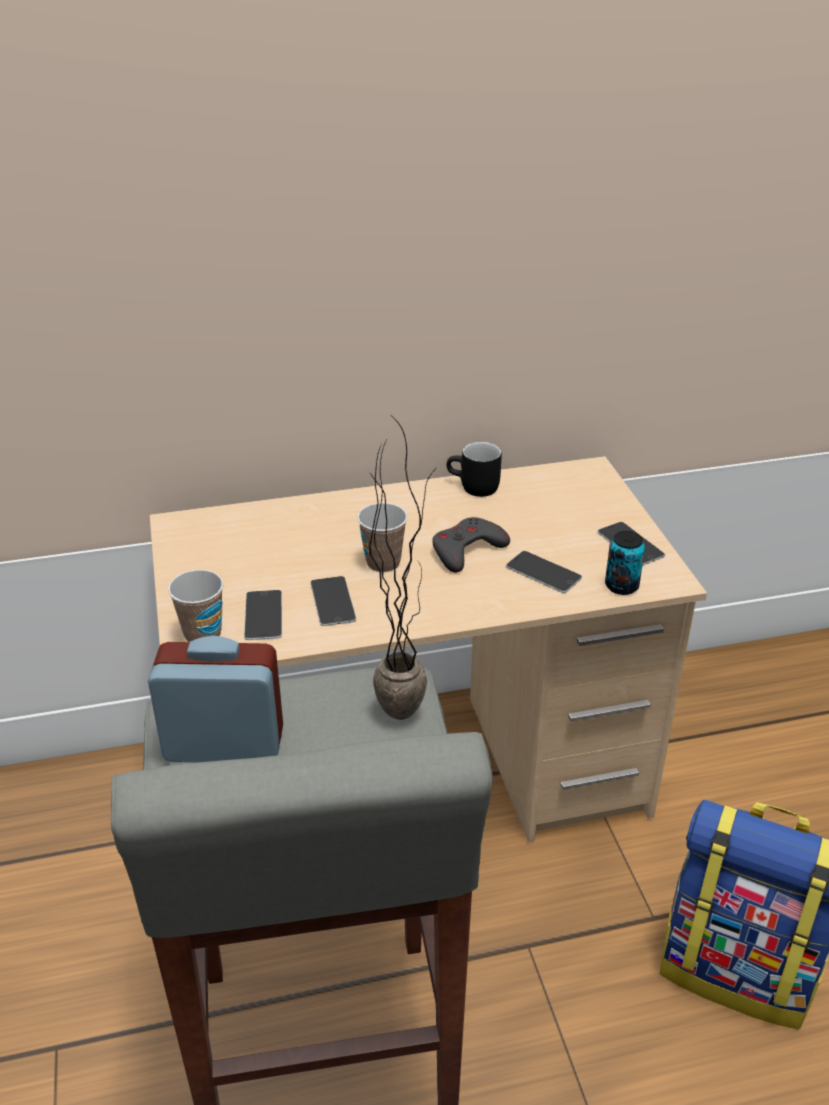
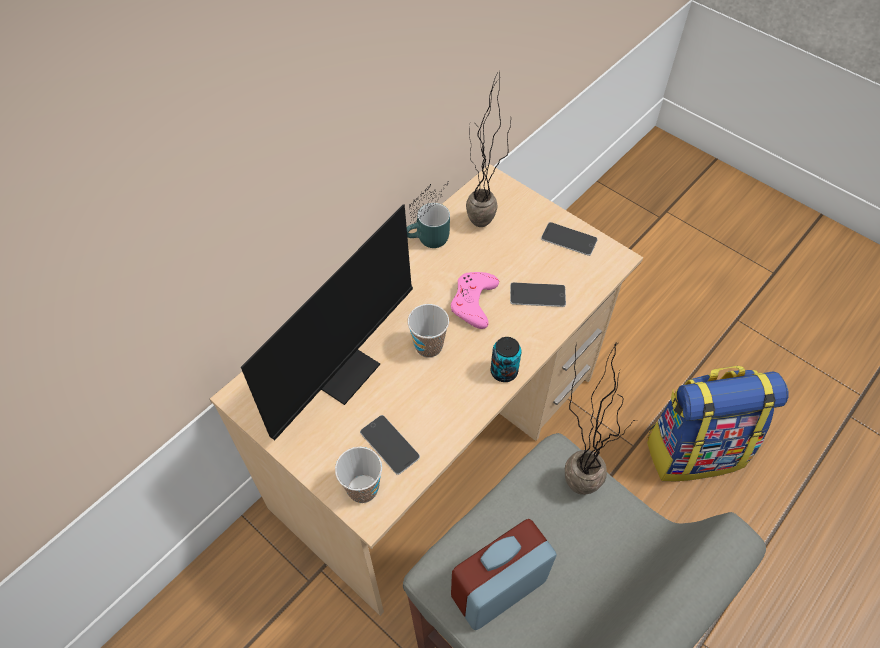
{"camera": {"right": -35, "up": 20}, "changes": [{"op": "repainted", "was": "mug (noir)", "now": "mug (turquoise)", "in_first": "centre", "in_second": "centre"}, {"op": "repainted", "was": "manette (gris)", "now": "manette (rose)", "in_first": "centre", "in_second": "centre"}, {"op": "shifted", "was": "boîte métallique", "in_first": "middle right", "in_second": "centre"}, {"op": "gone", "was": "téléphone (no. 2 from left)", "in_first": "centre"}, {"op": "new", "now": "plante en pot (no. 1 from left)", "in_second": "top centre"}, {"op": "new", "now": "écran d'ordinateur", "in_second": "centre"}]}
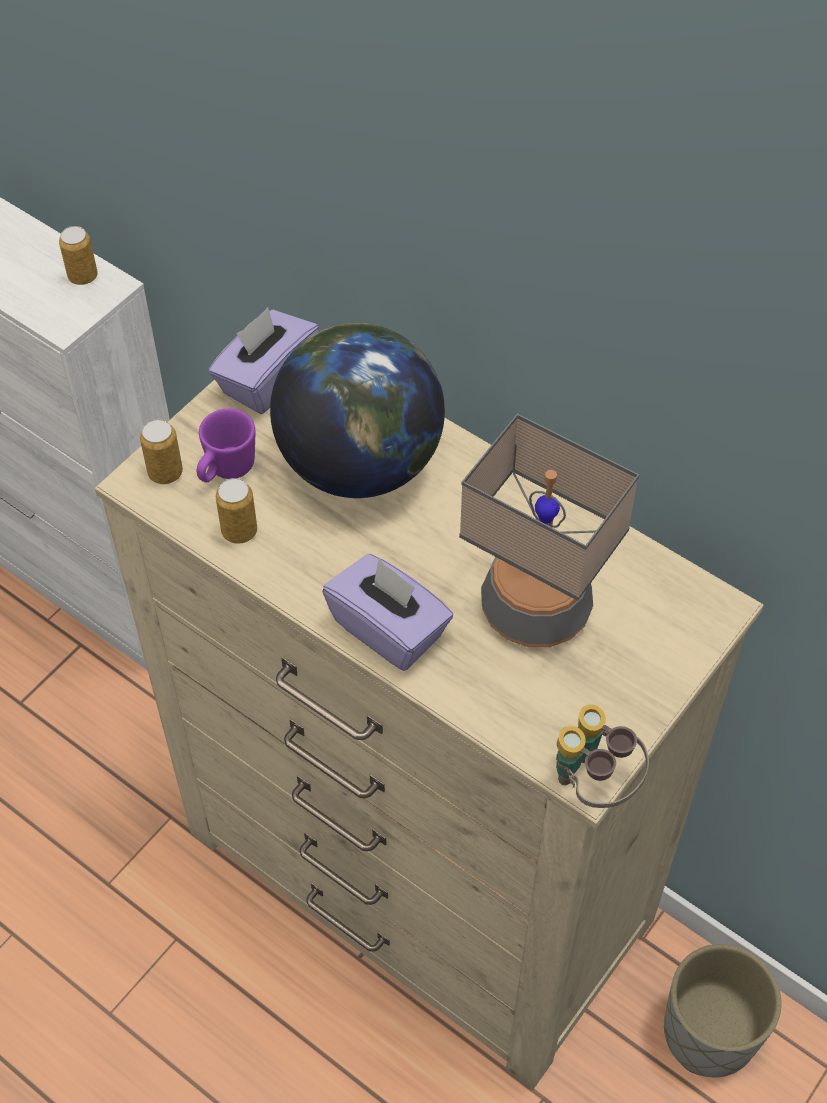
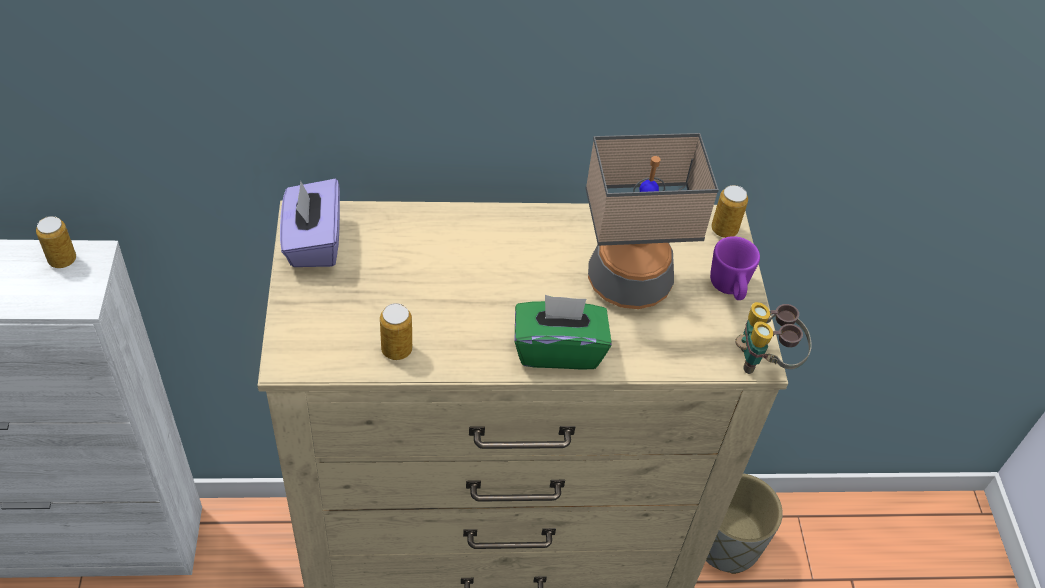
{"camera": {"right": -45, "up": -5}, "changes": [{"op": "gone", "was": "globe", "in_first": "centre"}, {"op": "shifted", "was": "mug (violet)", "in_first": "middle left", "in_second": "middle right"}, {"op": "shifted", "was": "boîte métallique (no. 2 from left in the first image)", "now": "boîte métallique (no. 3 from left)", "in_first": "middle left", "in_second": "middle right"}, {"op": "repainted", "was": "boîte à mouchoirs (violet) (no. 2 from left)", "now": "boîte à mouchoirs (vert)", "in_first": "centre", "in_second": "centre"}]}
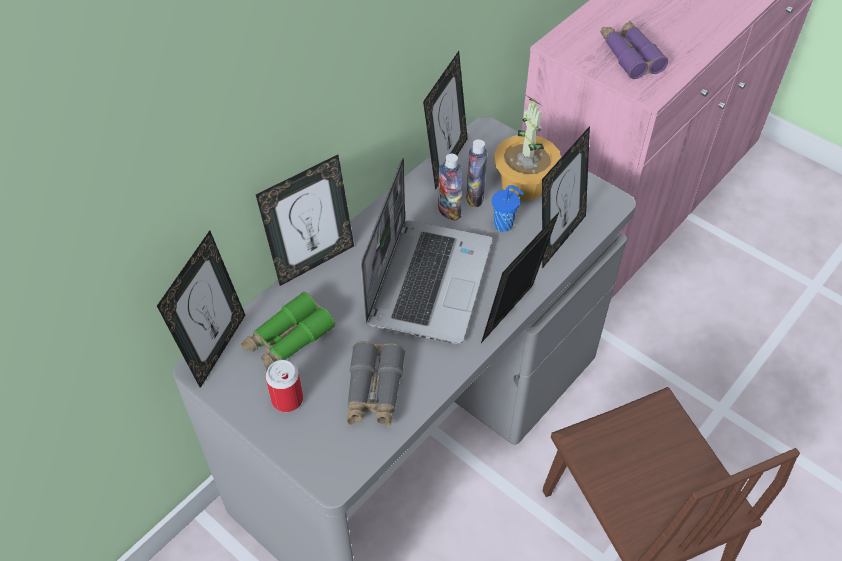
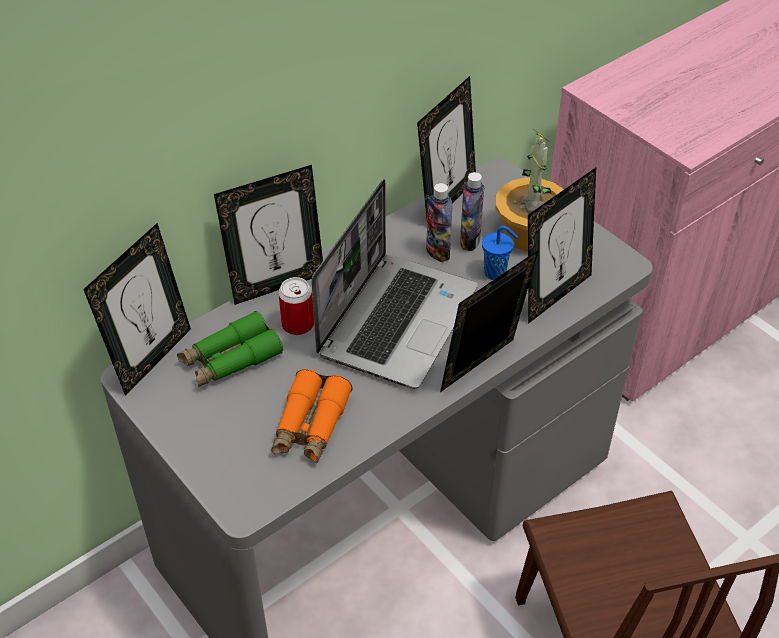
{"camera": {"right": 10, "up": -5}, "changes": [{"op": "gone", "was": "jumelles (violet)", "in_first": "top right"}, {"op": "repainted", "was": "jumelles (gris)", "now": "jumelles (orange)", "in_first": "bottom centre", "in_second": "centre"}, {"op": "shifted", "was": "boîte métallique", "in_first": "bottom centre", "in_second": "centre"}]}
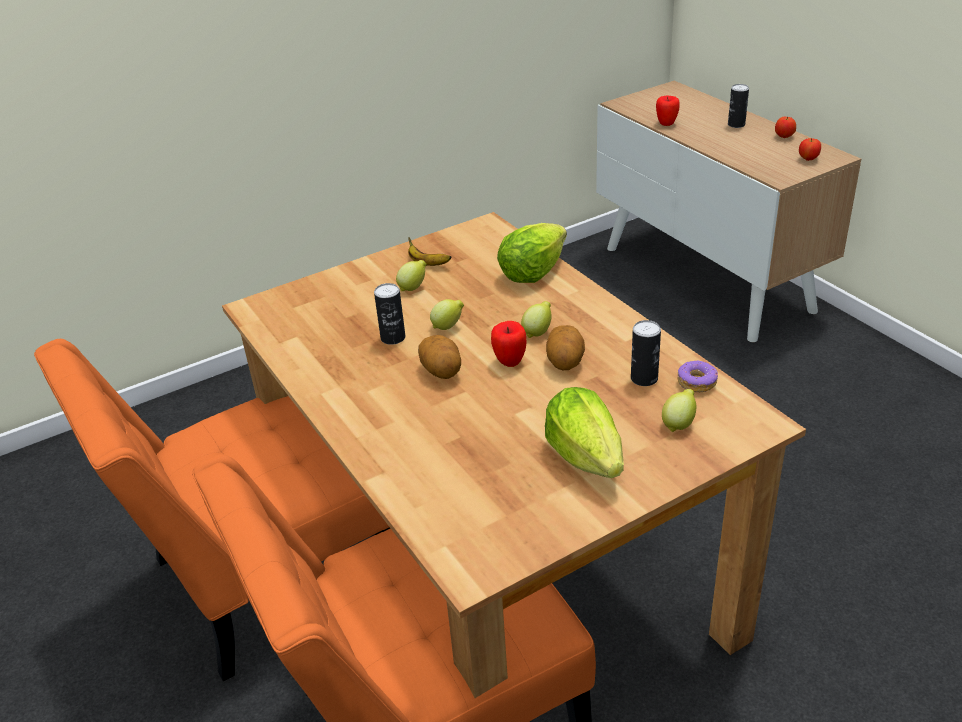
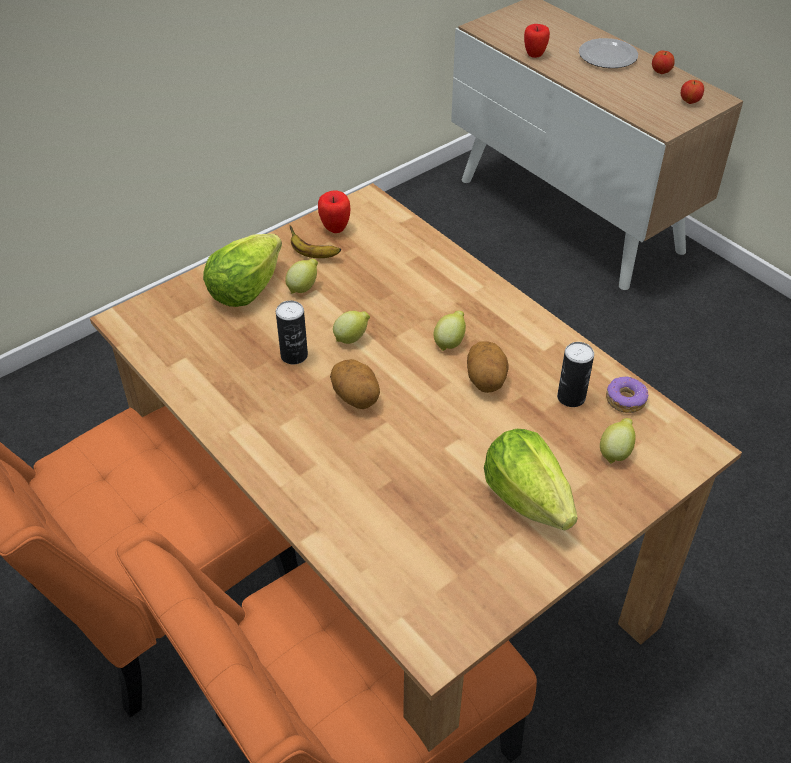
{"camera": {"right": -10, "up": 10}, "changes": [{"op": "swapped", "was": "boîte métallique (no. 3 from left)", "now": "assiette", "in_first": "top right", "in_second": "top right"}, {"op": "shifted", "was": "laitue (no. 1 from left)", "in_first": "centre", "in_second": "middle left"}, {"op": "shifted", "was": "pomme (no. 1 from left)", "in_first": "centre", "in_second": "top centre"}]}
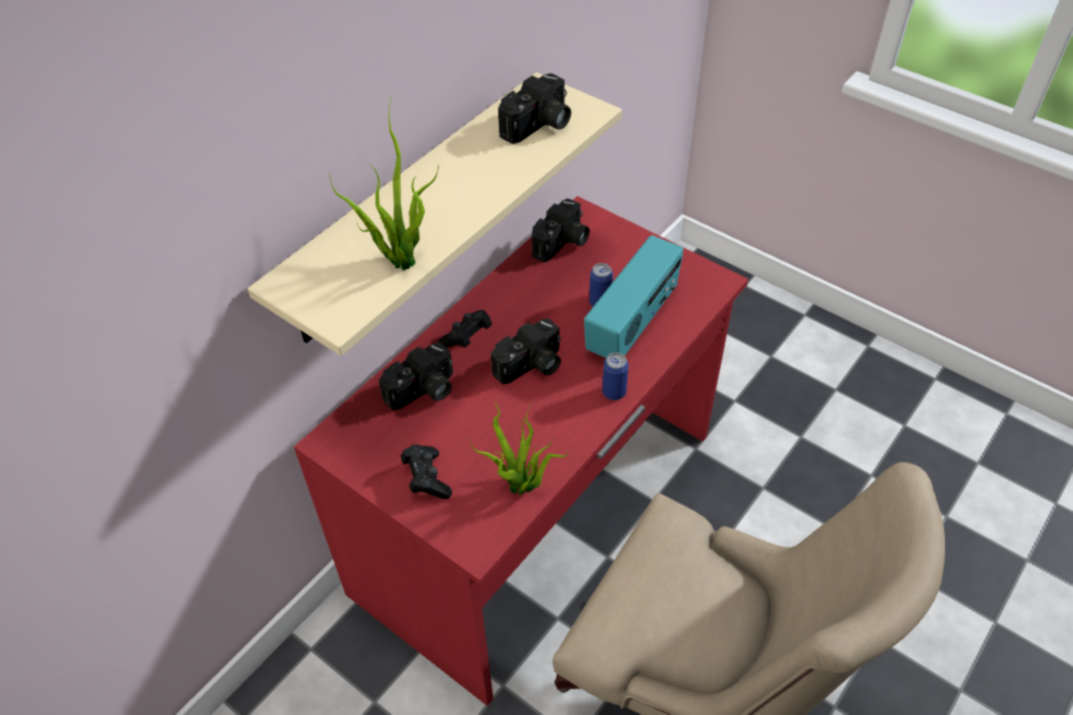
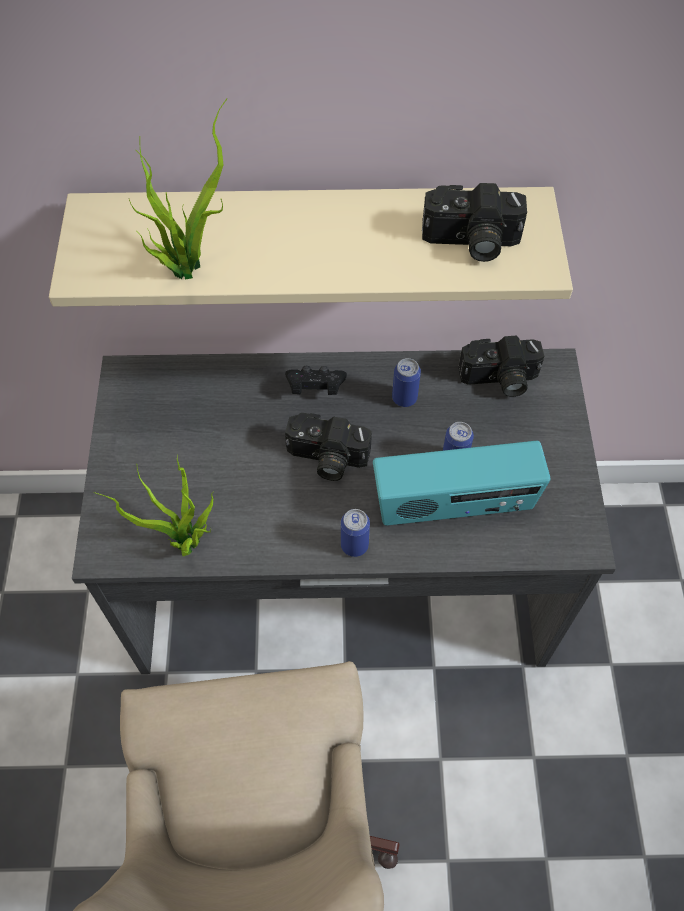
{"camera": {"right": 50, "up": 10}, "changes": [{"op": "repainted", "was": "bureau (rouge)", "now": "bureau (gris)", "in_first": "centre", "in_second": "centre"}, {"op": "gone", "was": "appareil photo (no. 1 from left)", "in_first": "centre"}, {"op": "gone", "was": "manette (noir) (no. 1 from left)", "in_first": "centre"}, {"op": "new", "now": "boîte métallique (no. 2 from left)", "in_second": "centre"}]}
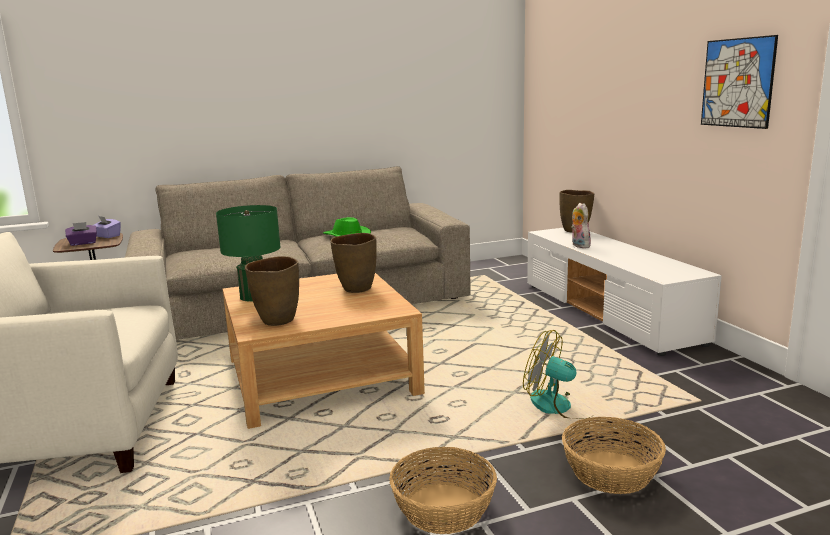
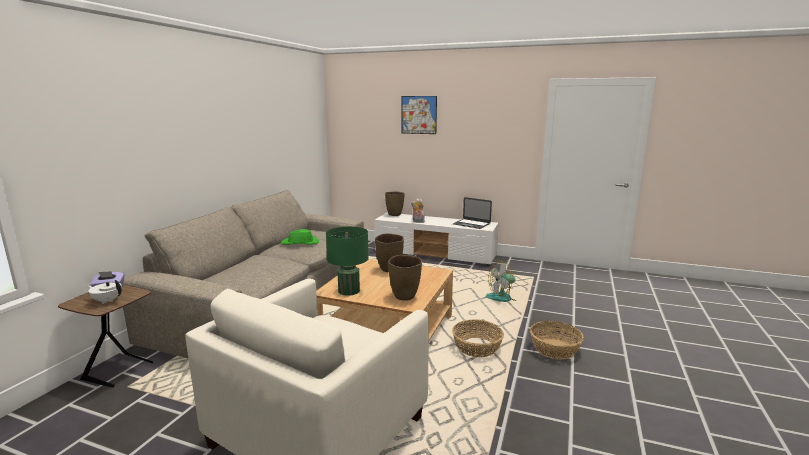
{"camera": {"right": -50, "up": 0}, "changes": [{"op": "shifted", "was": "tableau", "in_first": "top right", "in_second": "top centre"}, {"op": "swapped", "was": "boîte à mouchoirs (violet) (no. 1 from left)", "now": "théière (blanc)", "in_first": "middle left", "in_second": "middle left"}, {"op": "shifted", "was": "panier (no. 2 from left in the first image)", "now": "panier (no. 1 from left)", "in_first": "bottom right", "in_second": "bottom centre"}, {"op": "new", "now": "ordinateur portable", "in_second": "centre"}]}
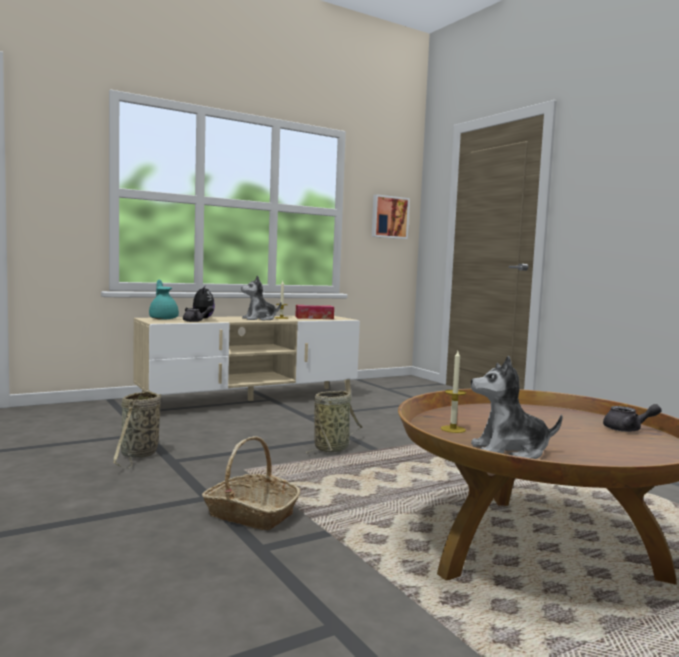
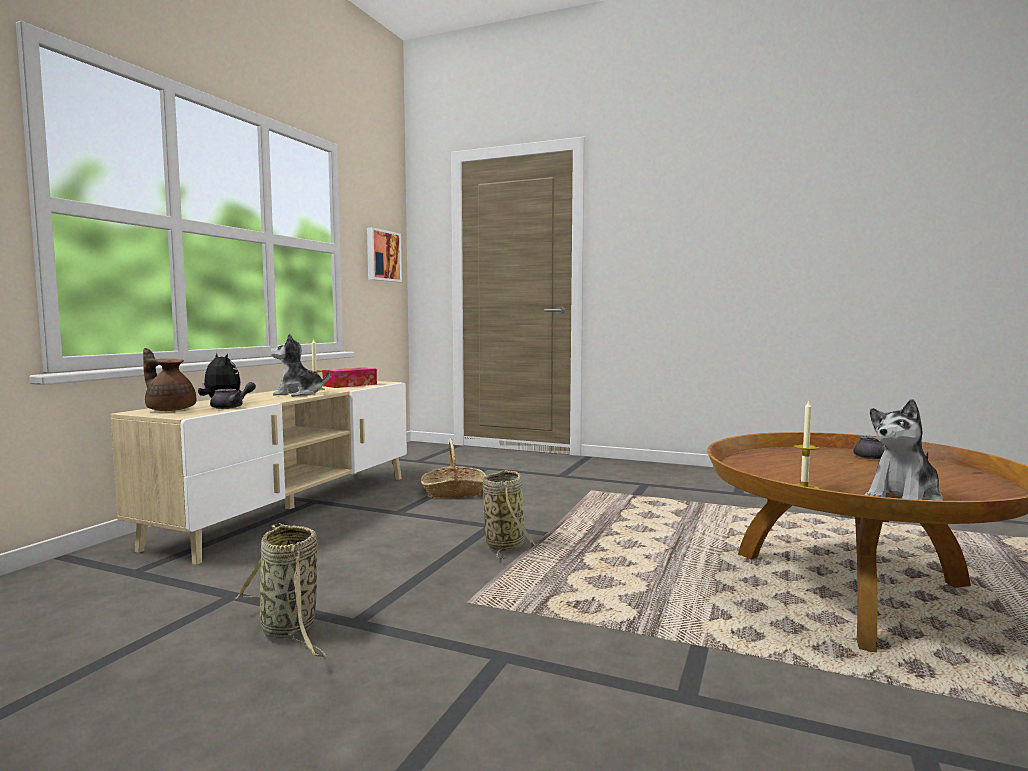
{"camera": {"right": -35, "up": 0}, "changes": [{"op": "rotated", "was": "peluche (no. 2 from left)", "in_first": "centre", "in_second": "middle left", "clockwise": 60}, {"op": "repainted", "was": "théière (turquoise)", "now": "théière (marron)", "in_first": "middle left", "in_second": "middle left"}, {"op": "shifted", "was": "panier (no. 2 from left)", "in_first": "bottom centre", "in_second": "centre"}]}
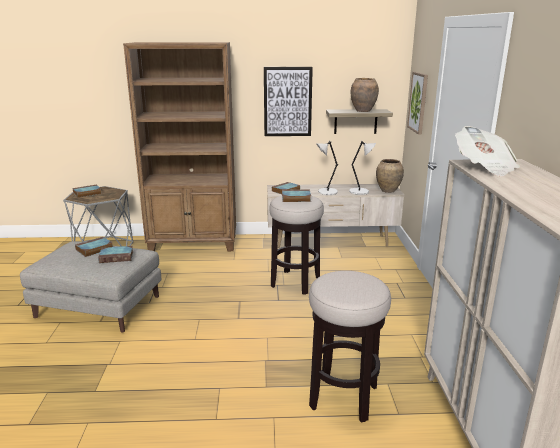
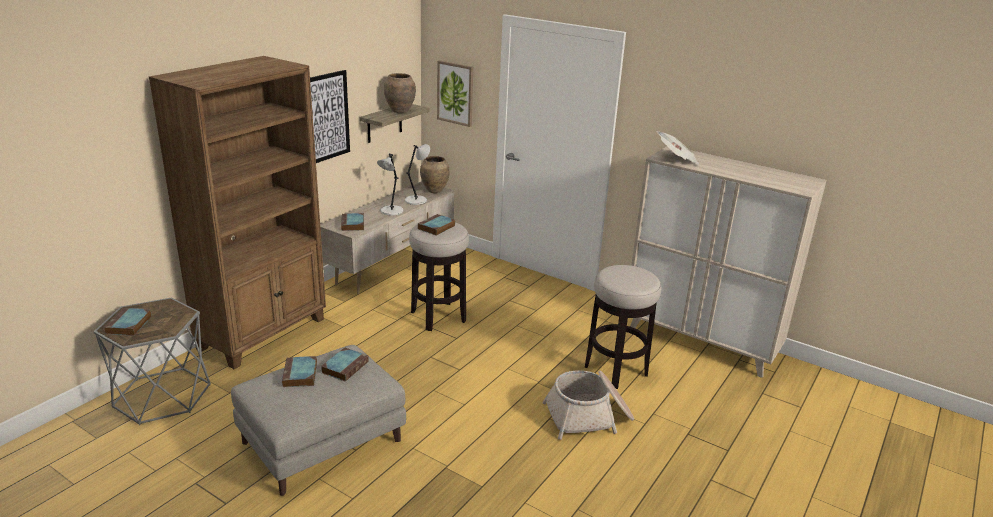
{"camera": {"right": -55, "up": 5}, "changes": [{"op": "new", "now": "panier", "in_second": "bottom centre"}]}
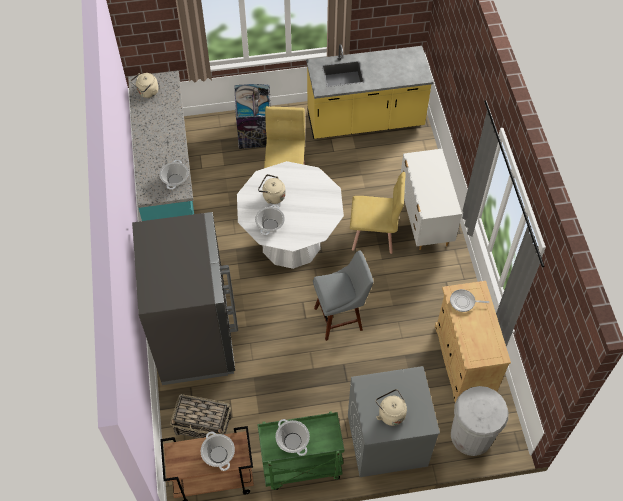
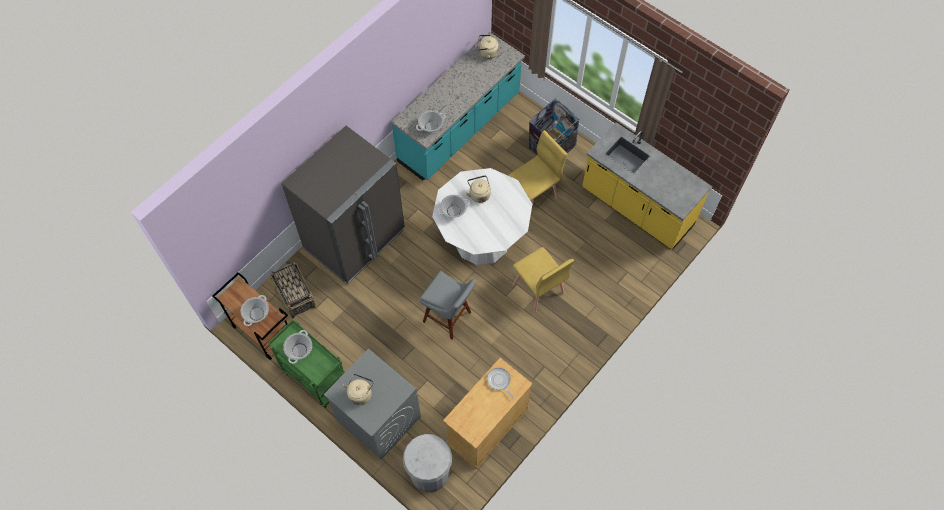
{"camera": {"right": 50, "up": 5}, "changes": [{"op": "gone", "was": "commode (blanc)", "in_first": "middle right"}]}
